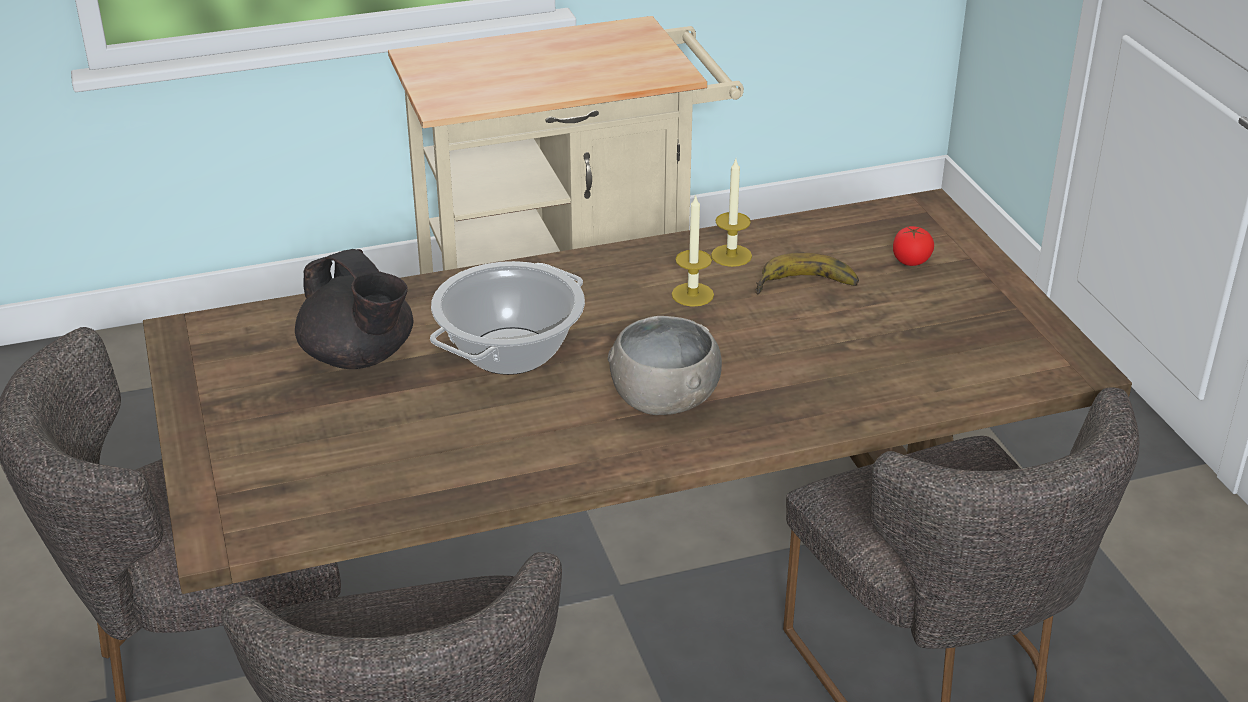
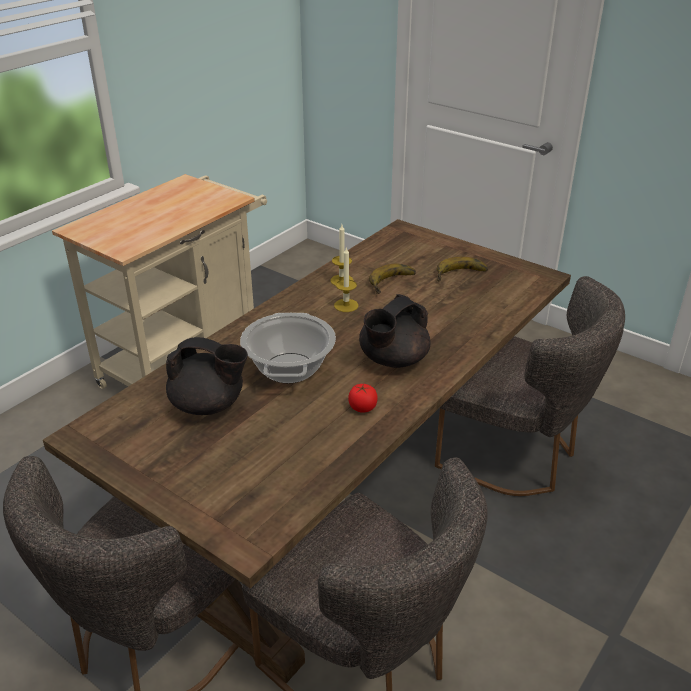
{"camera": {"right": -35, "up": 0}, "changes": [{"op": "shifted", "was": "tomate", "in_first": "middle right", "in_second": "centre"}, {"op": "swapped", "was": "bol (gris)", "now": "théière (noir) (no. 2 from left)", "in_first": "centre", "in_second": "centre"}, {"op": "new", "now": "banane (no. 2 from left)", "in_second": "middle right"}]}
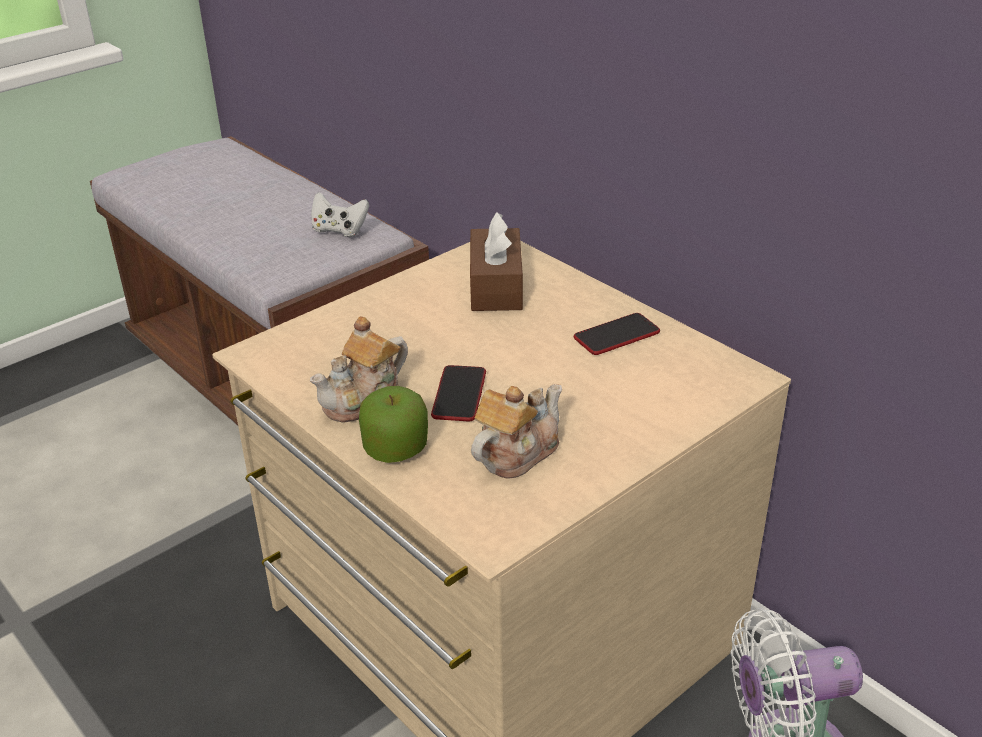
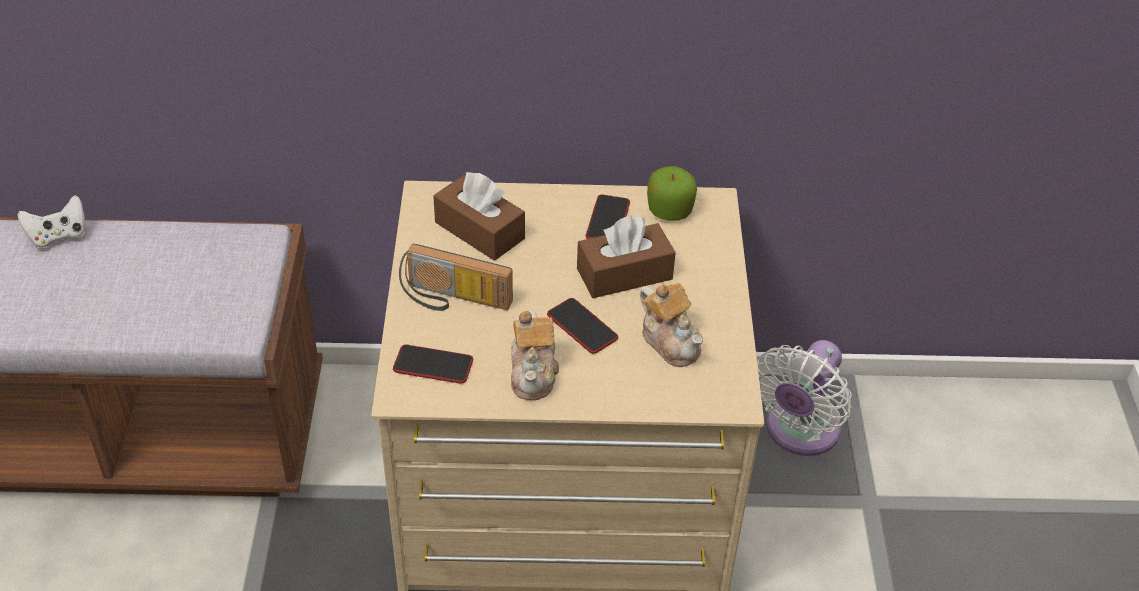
{"camera": {"right": -50, "up": 10}, "changes": [{"op": "shifted", "was": "manette (blanc)", "in_first": "top centre", "in_second": "middle left"}, {"op": "rotated", "was": "théière (no. 2 from left)", "in_first": "centre", "in_second": "centre", "clockwise": 150}, {"op": "shifted", "was": "pomme", "in_first": "centre", "in_second": "top centre"}, {"op": "new", "now": "boîte à mouchoirs (marron) (no. 2 from left)", "in_second": "centre"}, {"op": "new", "now": "radio", "in_second": "centre"}, {"op": "new", "now": "téléphone (no. 1 from left)", "in_second": "centre"}]}
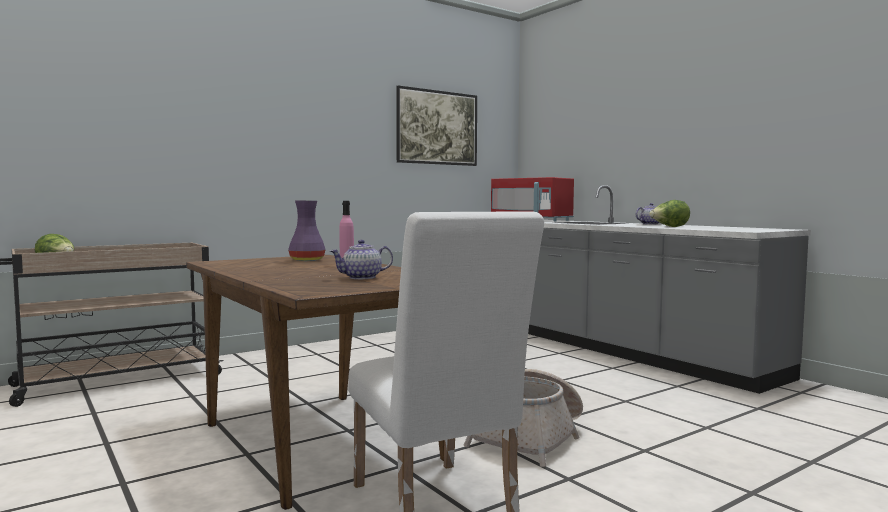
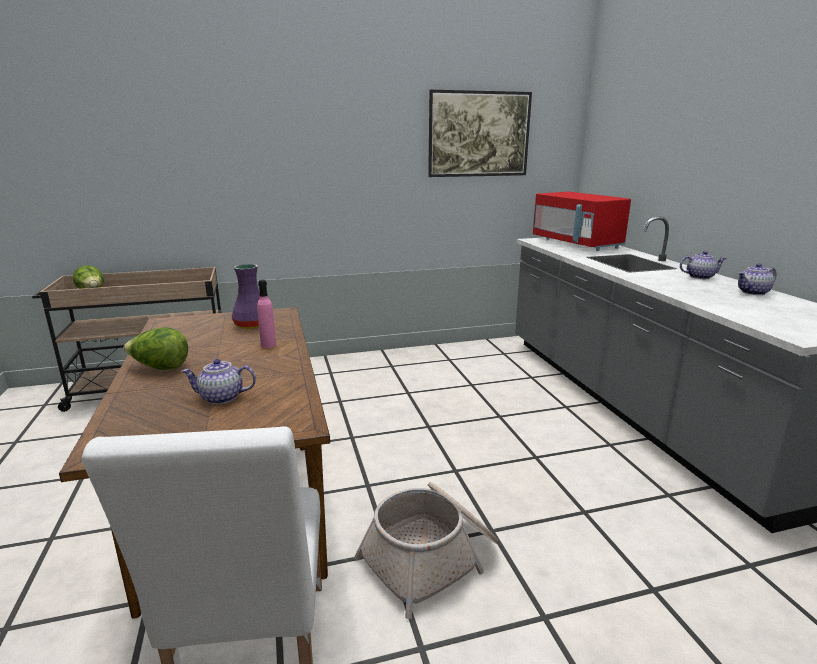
{"camera": {"right": 20, "up": 15}, "changes": [{"op": "shifted", "was": "laitue (no. 2 from left)", "in_first": "middle right", "in_second": "middle left"}, {"op": "new", "now": "théière (no. 3 from left)", "in_second": "middle right"}]}
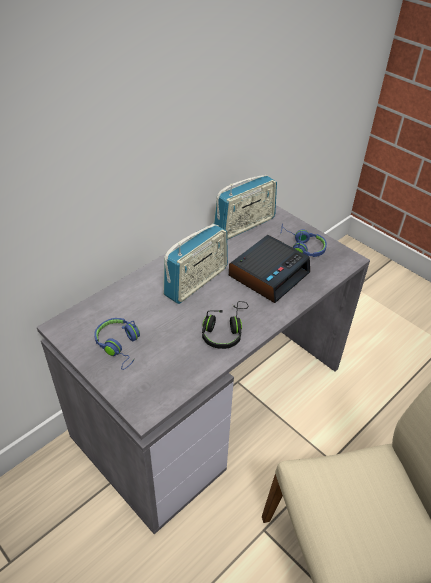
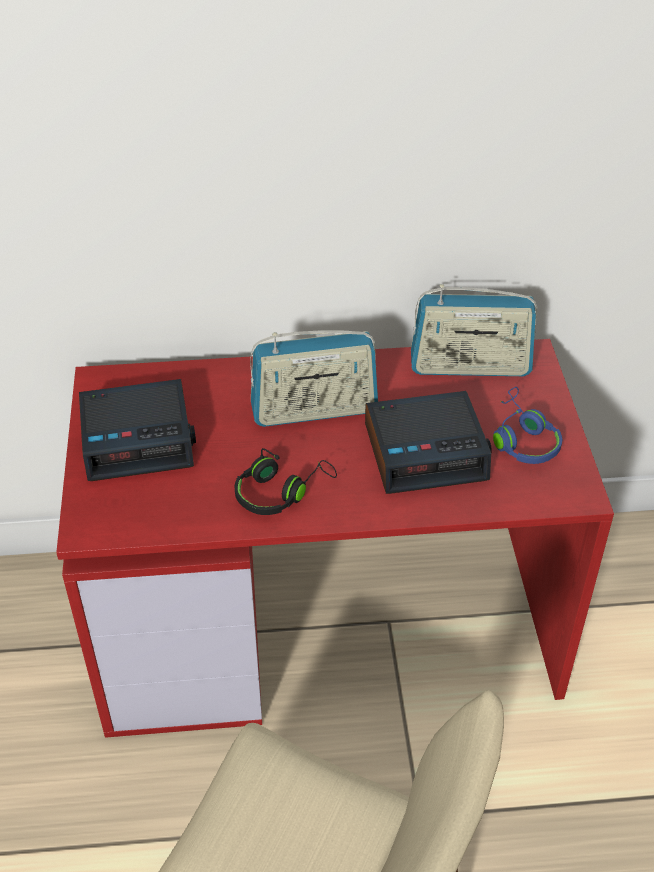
{"camera": {"right": 40, "up": 0}, "changes": [{"op": "repainted", "was": "bureau (gris)", "now": "bureau (rouge)", "in_first": "centre", "in_second": "centre"}, {"op": "swapped", "was": "casque audio (bleu) (no. 1 from left)", "now": "réveil (no. 1 from left)", "in_first": "middle left", "in_second": "middle left"}]}
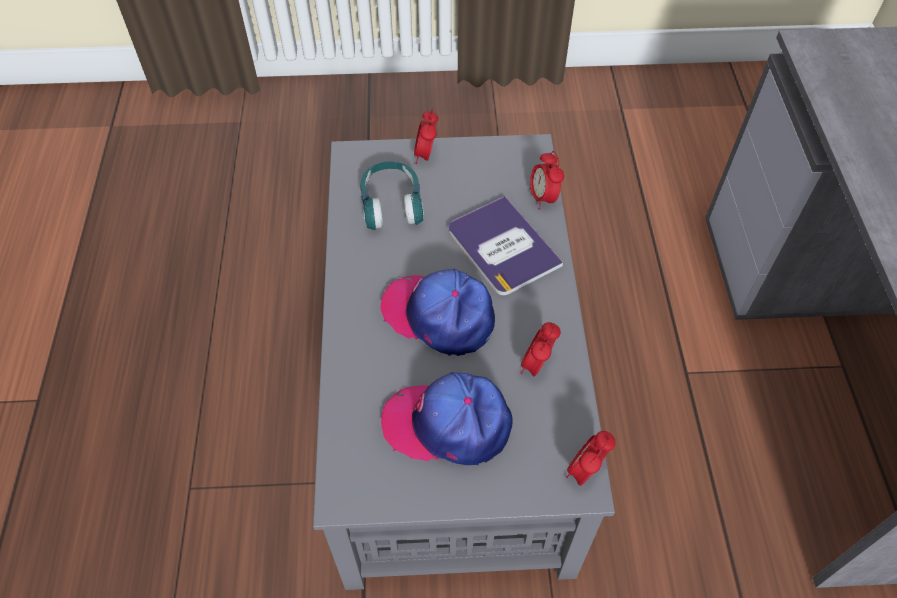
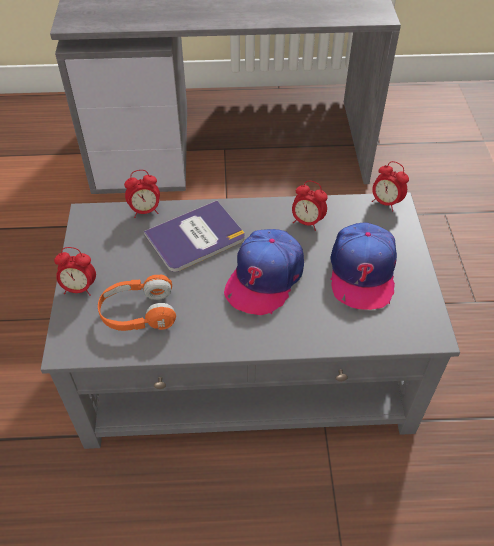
{"camera": {"right": -90, "up": -5}, "changes": [{"op": "repainted", "was": "casque audio (turquoise)", "now": "casque audio (orange)", "in_first": "top centre", "in_second": "middle left"}]}
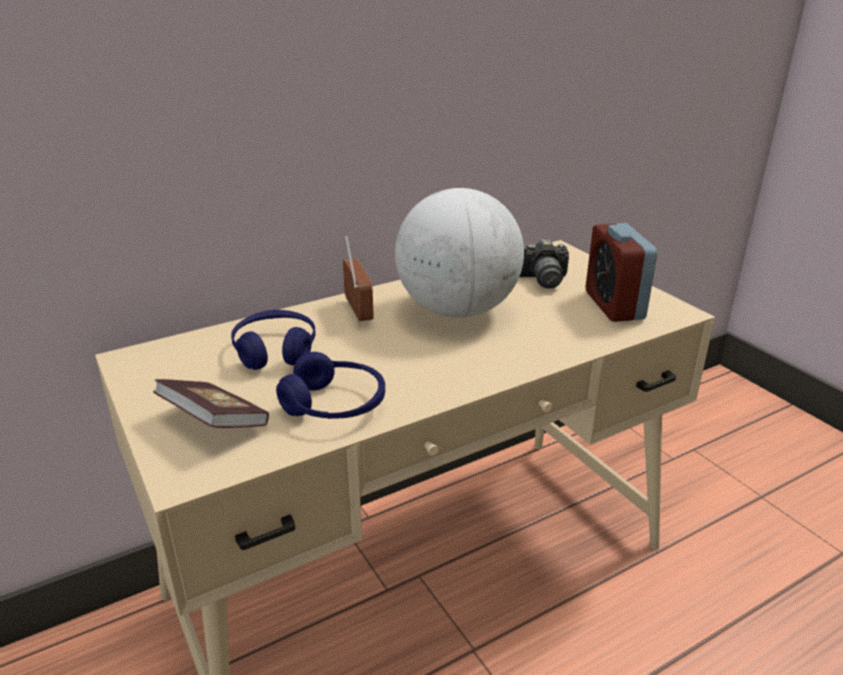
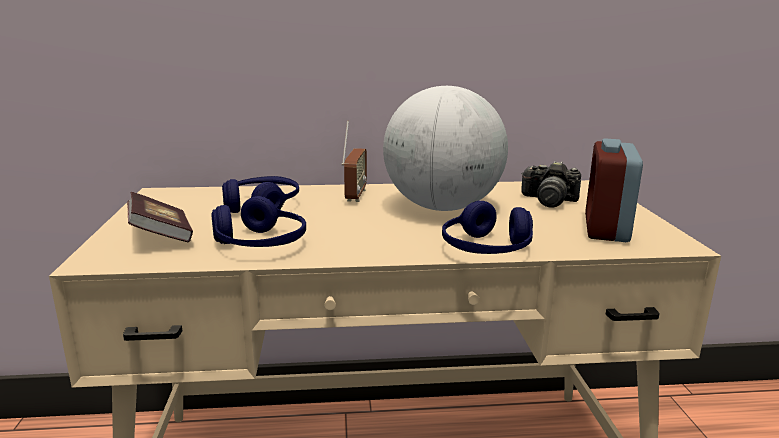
{"camera": {"right": 25, "up": -10}, "changes": [{"op": "new", "now": "casque audio (bleu) (no. 3 from left)", "in_second": "centre"}]}
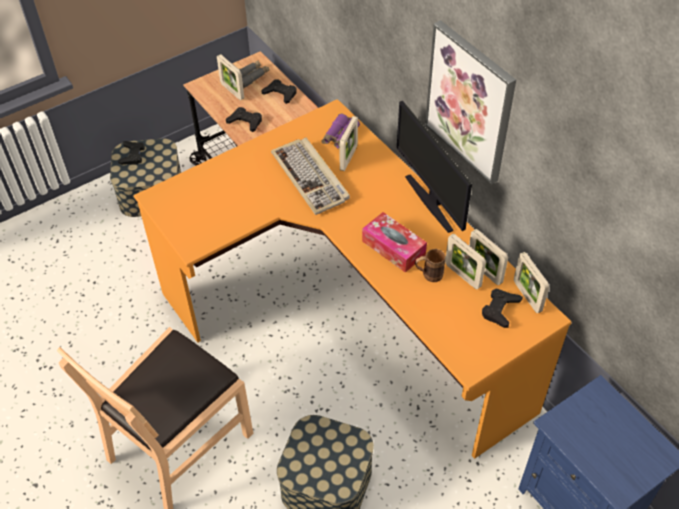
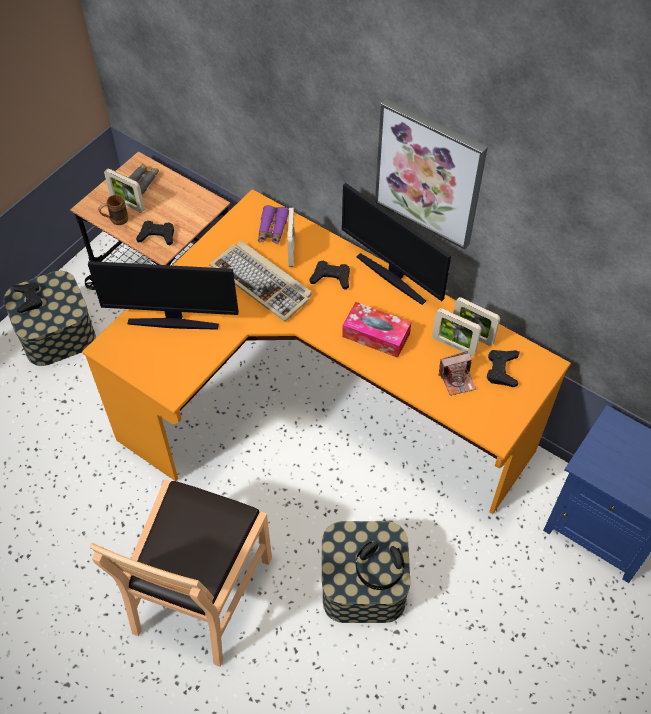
{"camera": {"right": -20, "up": 5}, "changes": [{"op": "shifted", "was": "manette (noir) (no. 3 from left)", "in_first": "top centre", "in_second": "centre"}, {"op": "shifted", "was": "mug (marron)", "in_first": "centre", "in_second": "top left"}, {"op": "gone", "was": "cadre photo (no. 5 from left)", "in_first": "middle right"}, {"op": "new", "now": "écran d'ordinateur (no. 1 from left)", "in_second": "middle left"}, {"op": "new", "now": "appareil photo", "in_second": "middle right"}, {"op": "new", "now": "casque audio (noir)", "in_second": "bottom centre"}]}
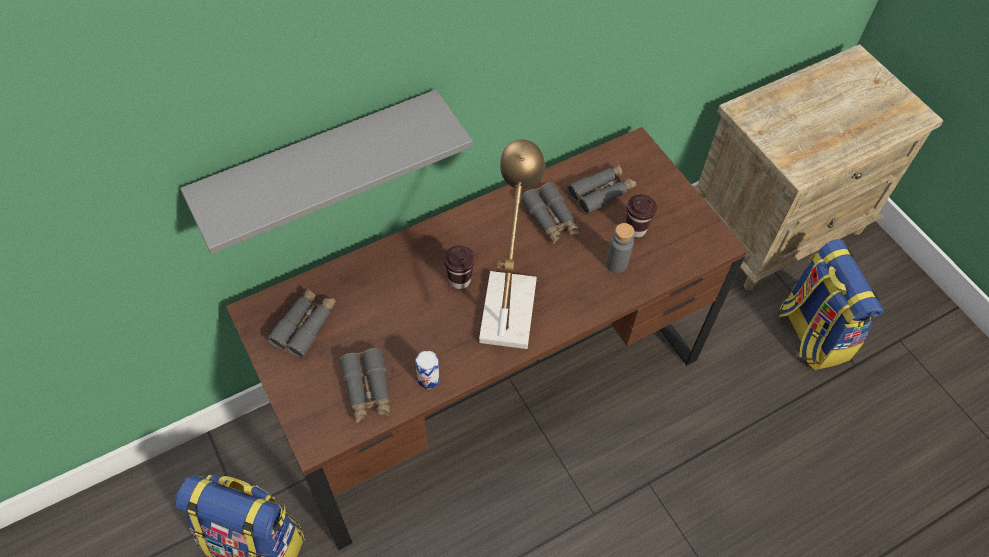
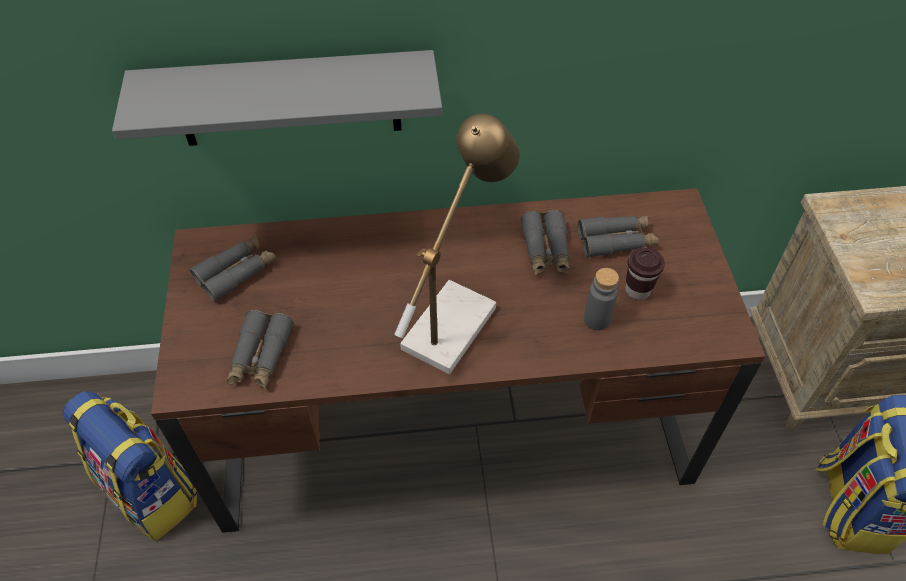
{"camera": {"right": 25, "up": -5}, "changes": [{"op": "gone", "was": "tasse (marron) (no. 1 from left)", "in_first": "centre"}, {"op": "gone", "was": "boîte métallique", "in_first": "centre"}]}
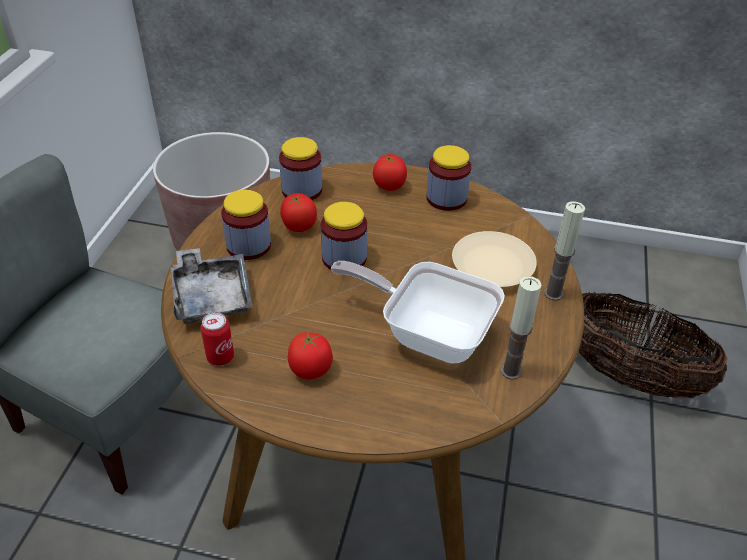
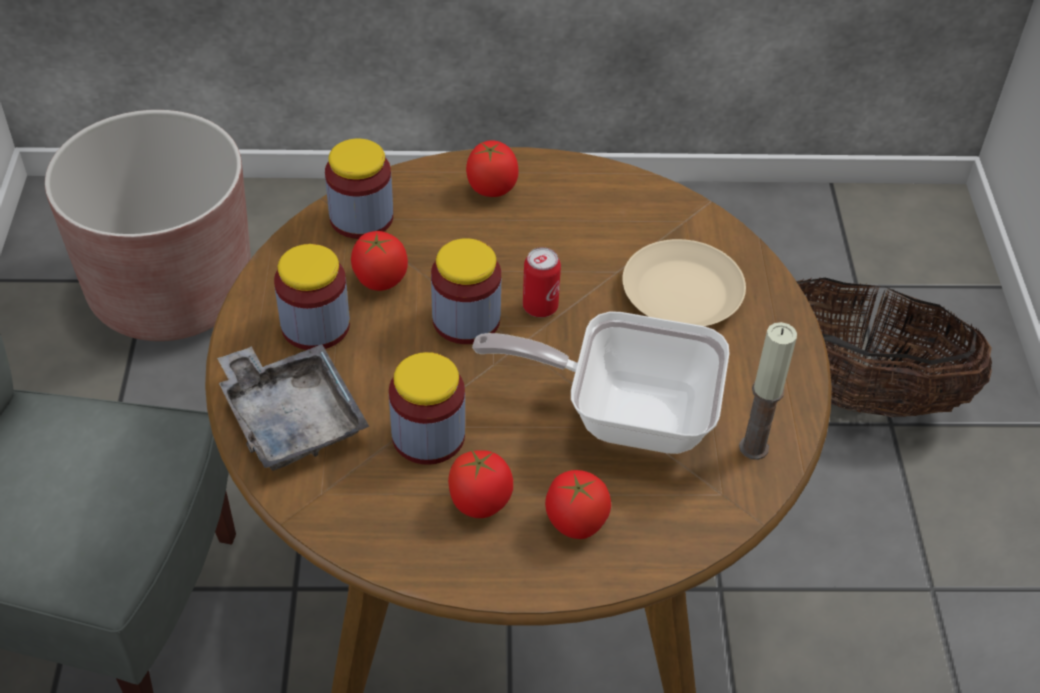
{"camera": {"right": -15, "up": 5}, "changes": [{"op": "shifted", "was": "bocal (no. 4 from left in the first image)", "now": "bocal (no. 3 from left)", "in_first": "top centre", "in_second": "centre"}, {"op": "gone", "was": "bougie (no. 2 from left)", "in_first": "middle right"}, {"op": "shifted", "was": "boîte métallique", "in_first": "middle left", "in_second": "centre"}, {"op": "new", "now": "tomate (no. 4 from left)", "in_second": "bottom centre"}]}
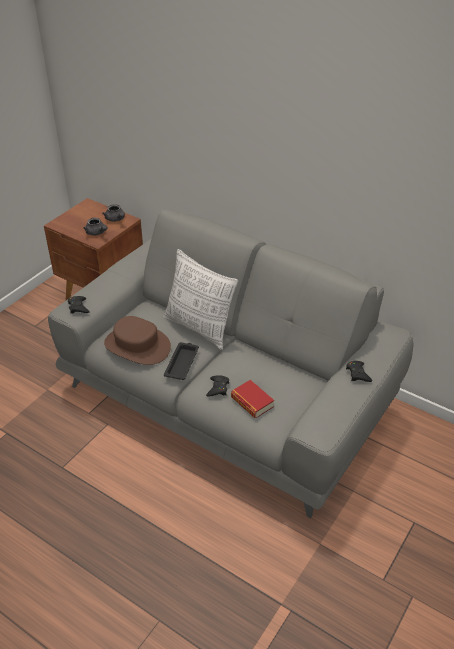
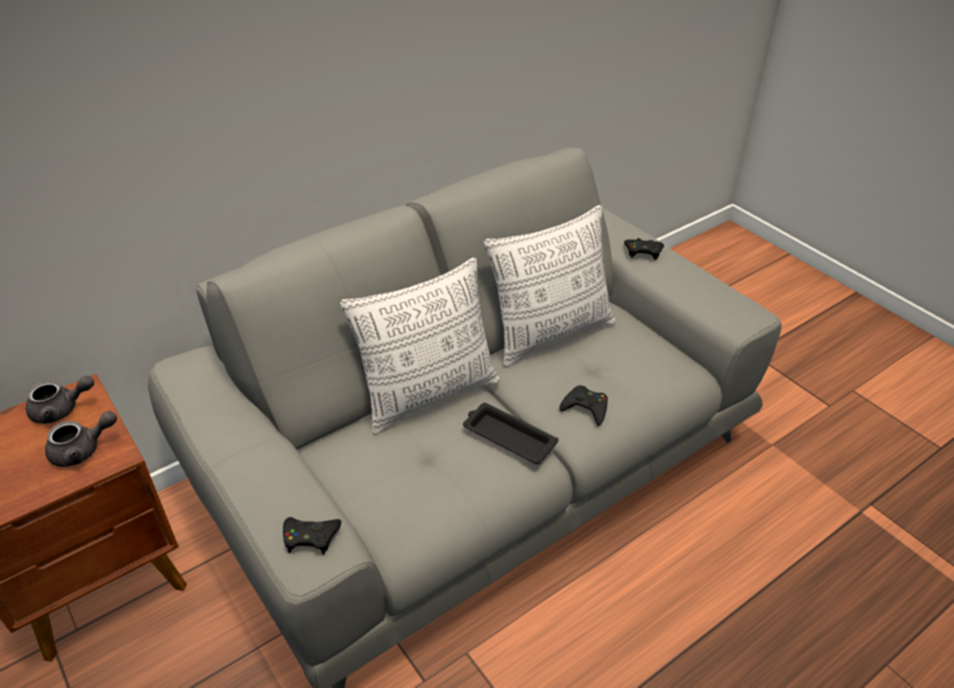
{"camera": {"right": -70, "up": 0}, "changes": [{"op": "gone", "was": "chapeau (marron)", "in_first": "middle left"}, {"op": "gone", "was": "livre", "in_first": "centre"}, {"op": "new", "now": "coussin (no. 2 from left)", "in_second": "centre"}]}
